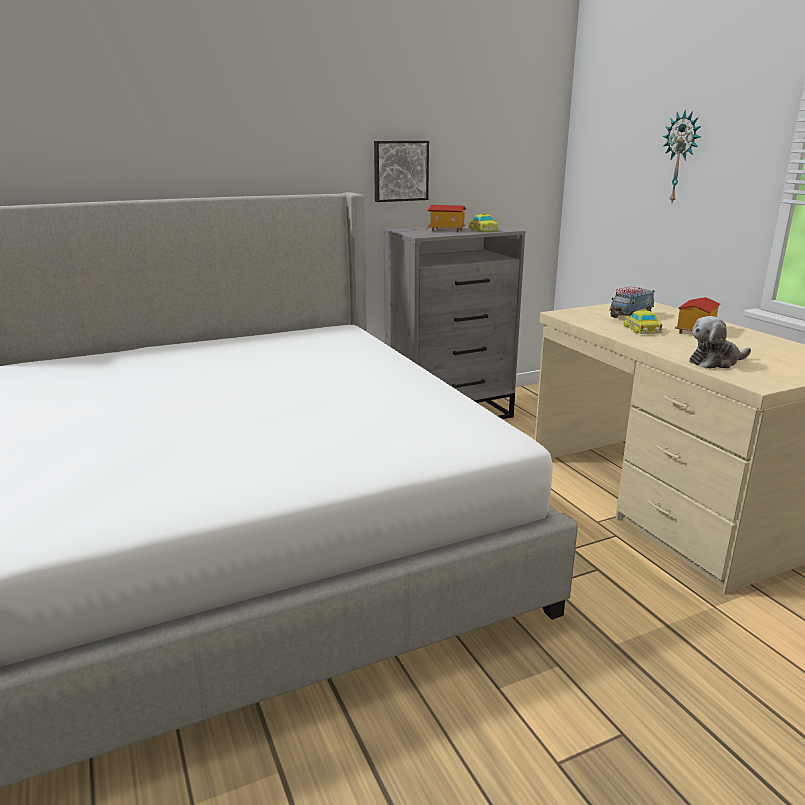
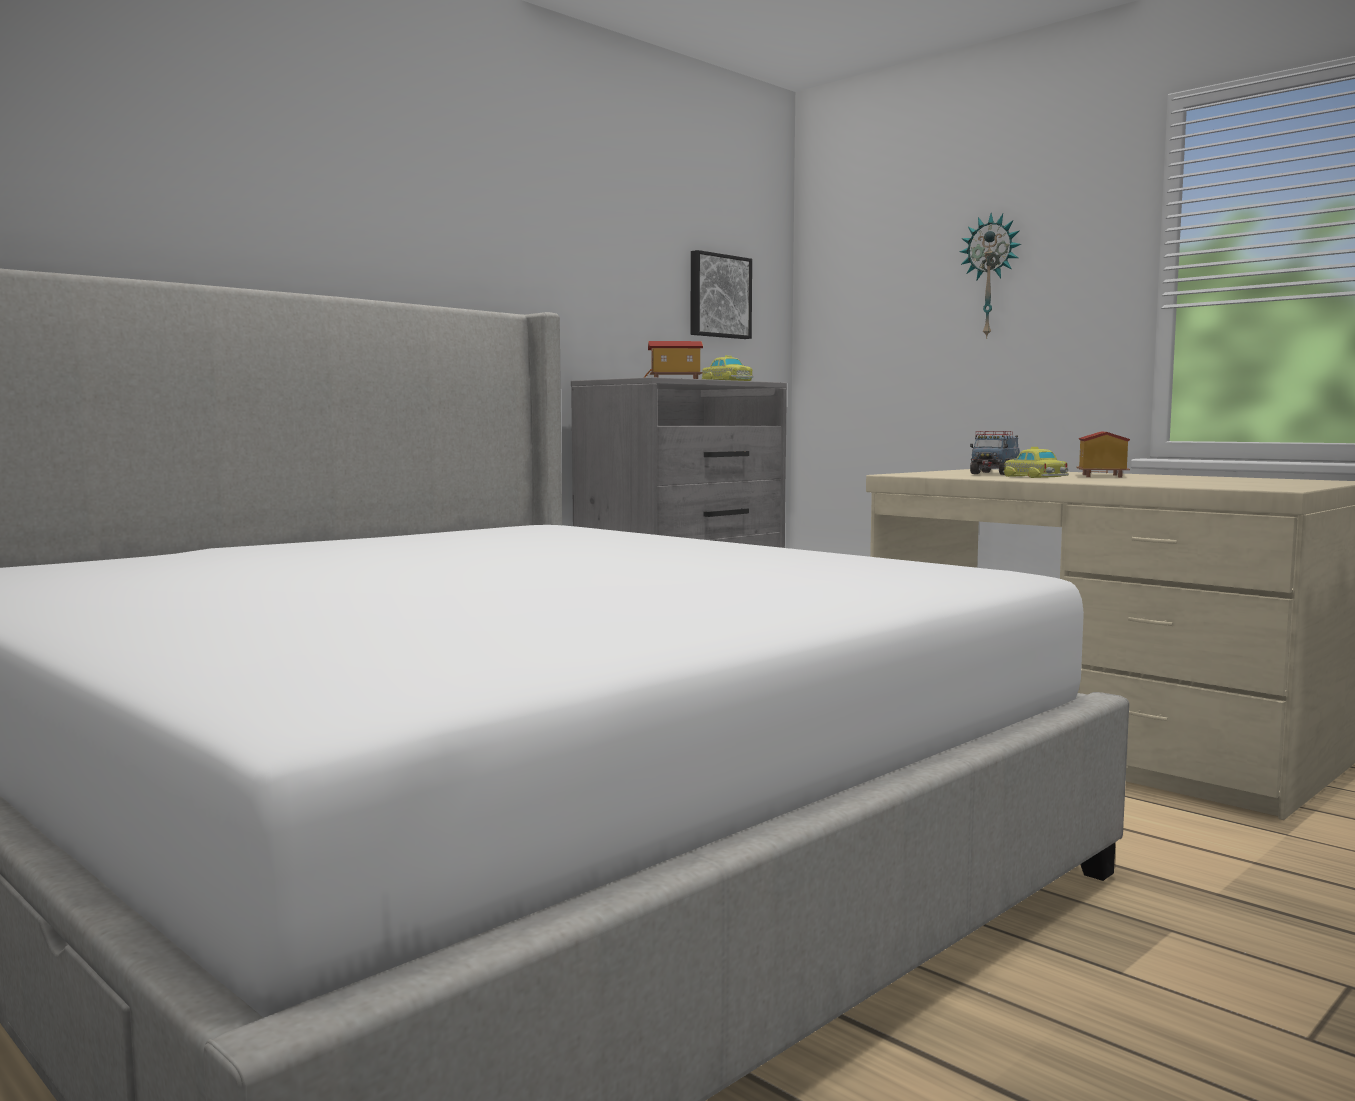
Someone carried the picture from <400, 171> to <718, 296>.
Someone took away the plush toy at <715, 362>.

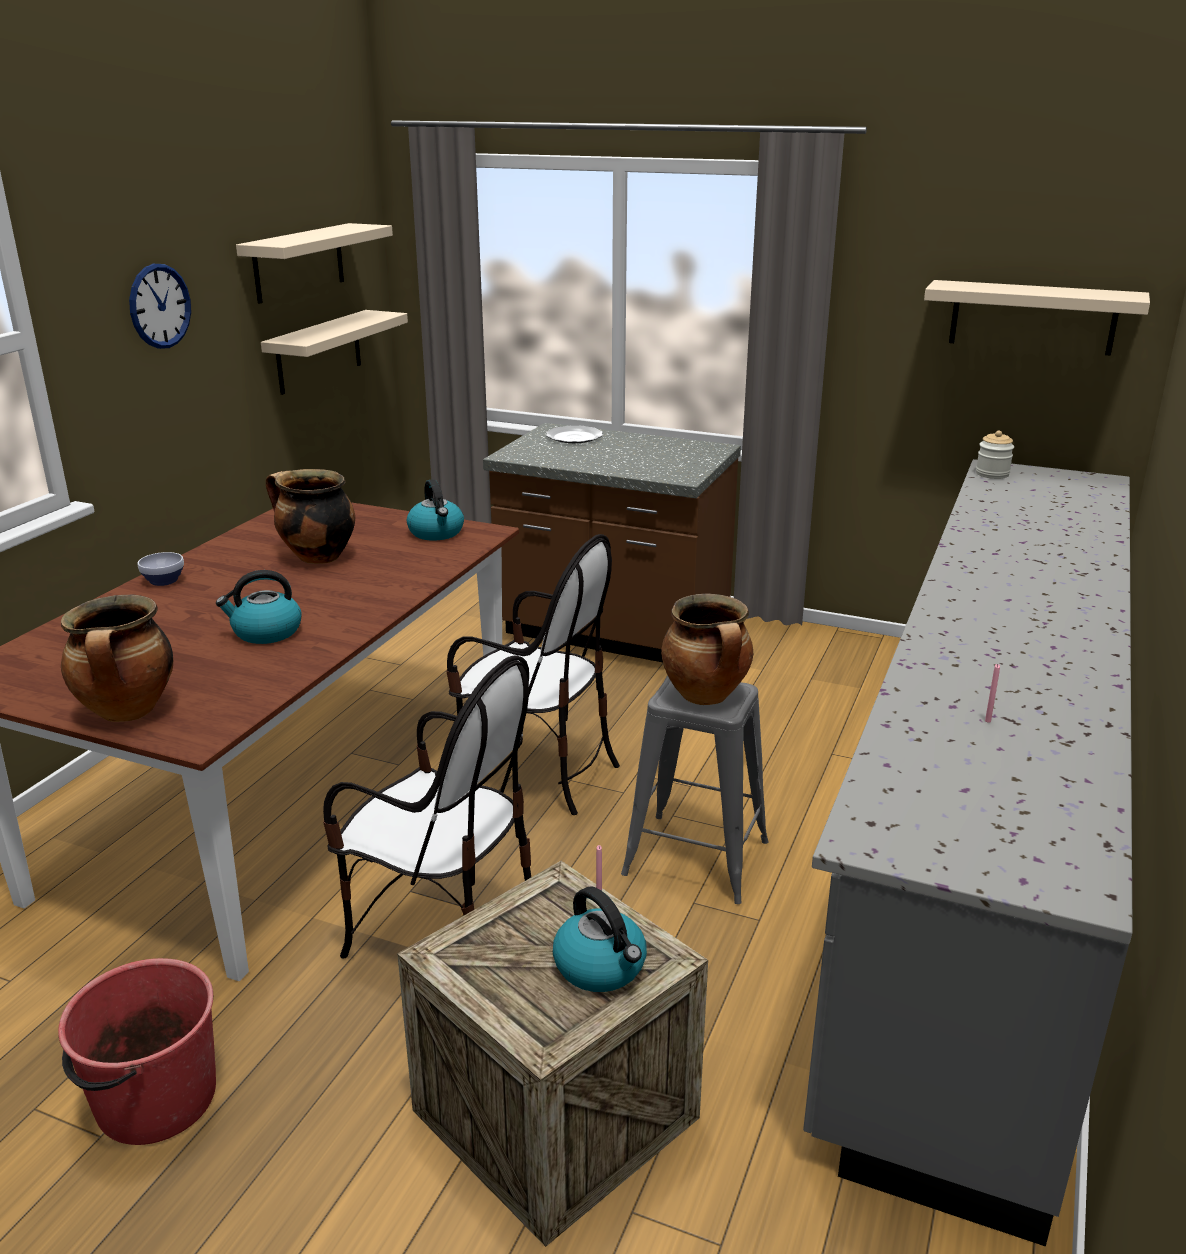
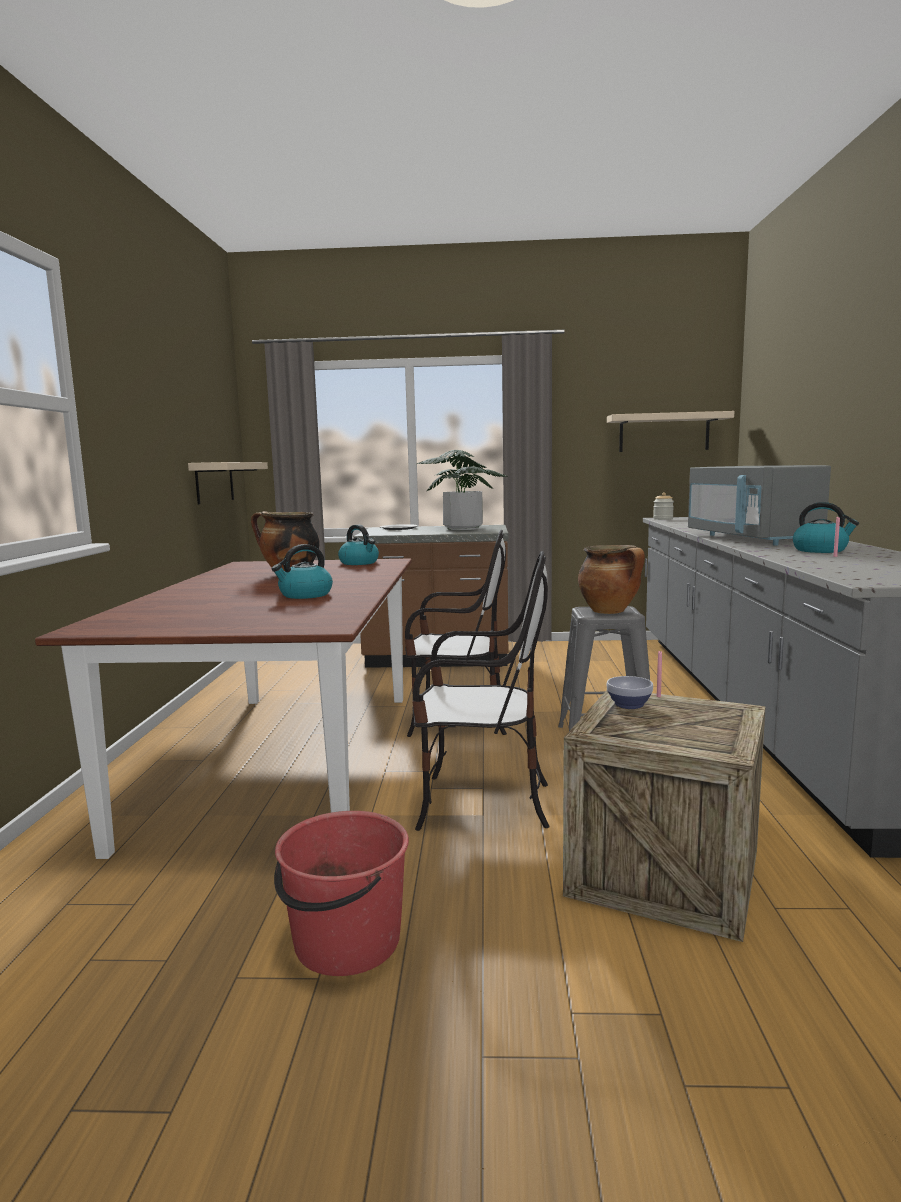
Someone took away the cooking pot at <129, 712>.
Someone took away the wall clock at <159, 306>.
Someone carried the bowl from <165, 581> to <630, 705>.
Someone took away the shelf (beige) at <299, 262>.
Someone carried the kettle from <601, 967> to <821, 550>.
Someone put down the potted plant at <463, 528>.
Someone put down the microwave (grey) at <751, 539>.

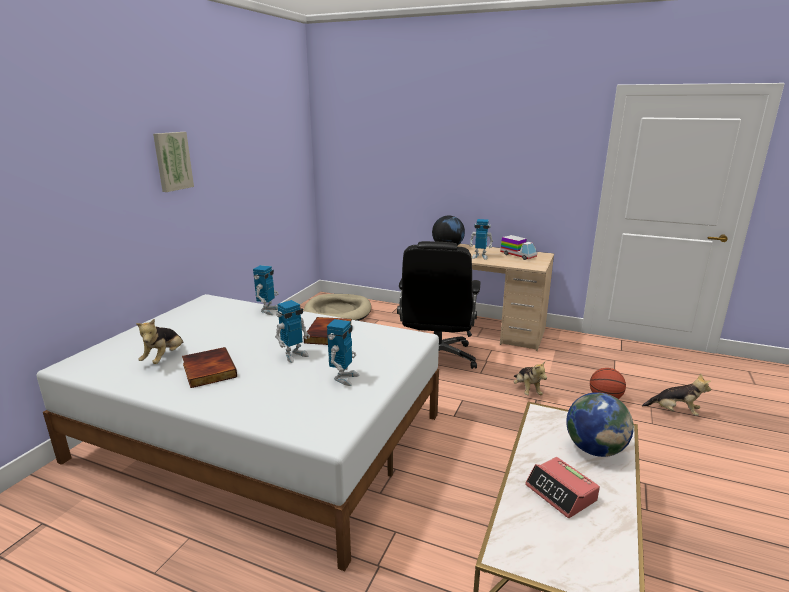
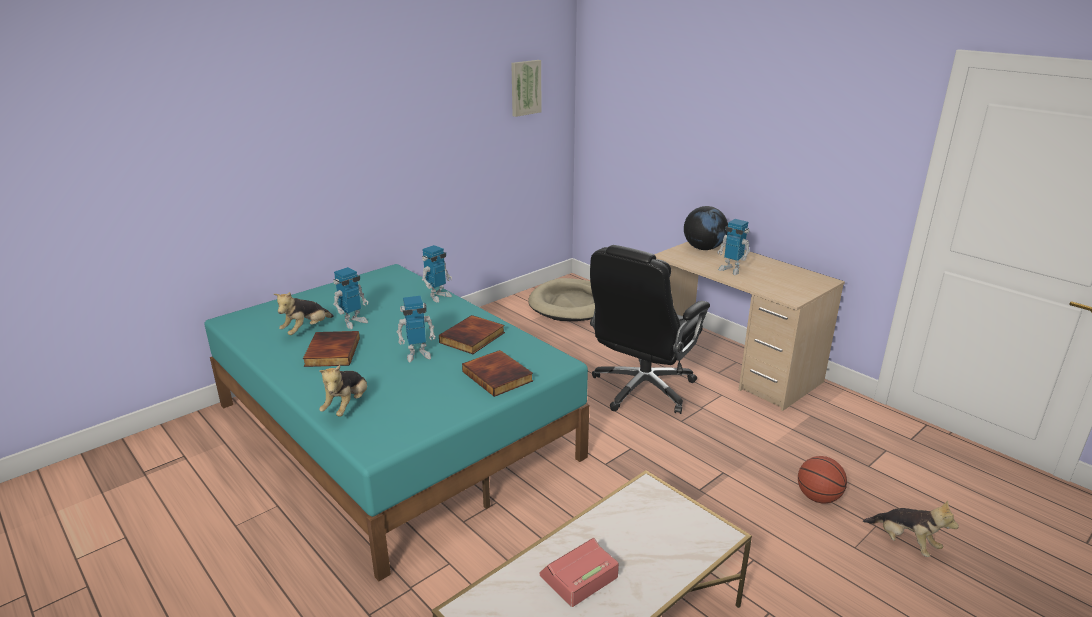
Someone repainted the bed (white) at <261, 436>, which became the bed (turquoise) at <395, 430>.
Someone carried the picture from <172, 161> to <525, 87>.
Someone carried the toy robot from <344, 378> to <353, 322>.
Someone took away the toy truck at <518, 255>.
Someone carried the plush toy from <527, 390> to <347, 406>.
Someone rotated the alarm clock at <561, 493> by 60 degrees clockwise.
Someone took away the globe at <594, 449>.
Someone put down the book at <498, 376>.

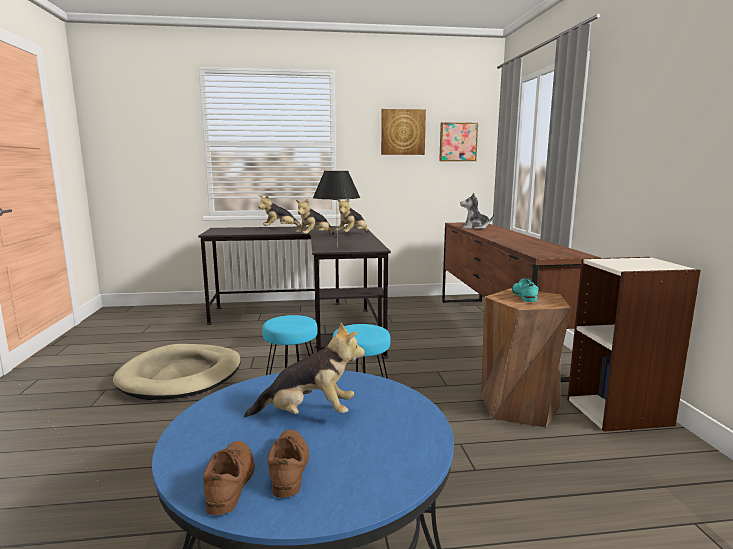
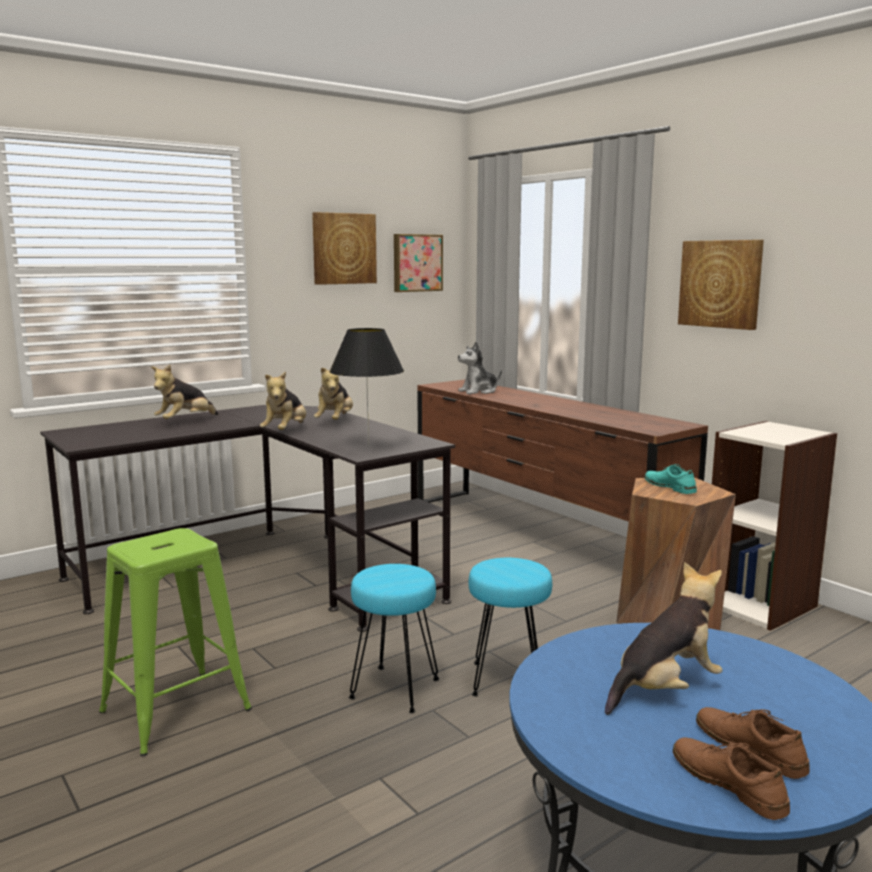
Someone swapped the dog bed (beige) at <181, 376> for the stool (green) at <174, 711>.
Someone put up the picture at <720, 284>.

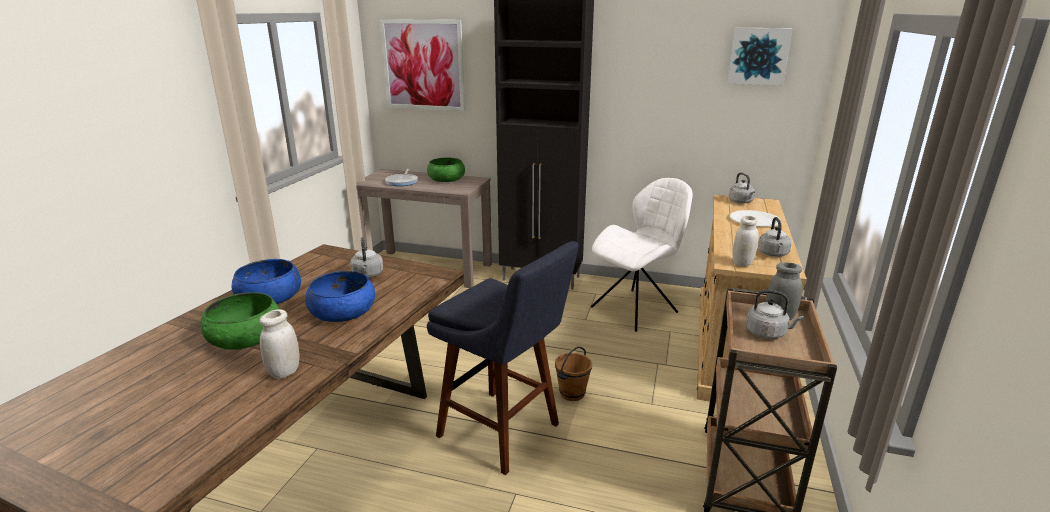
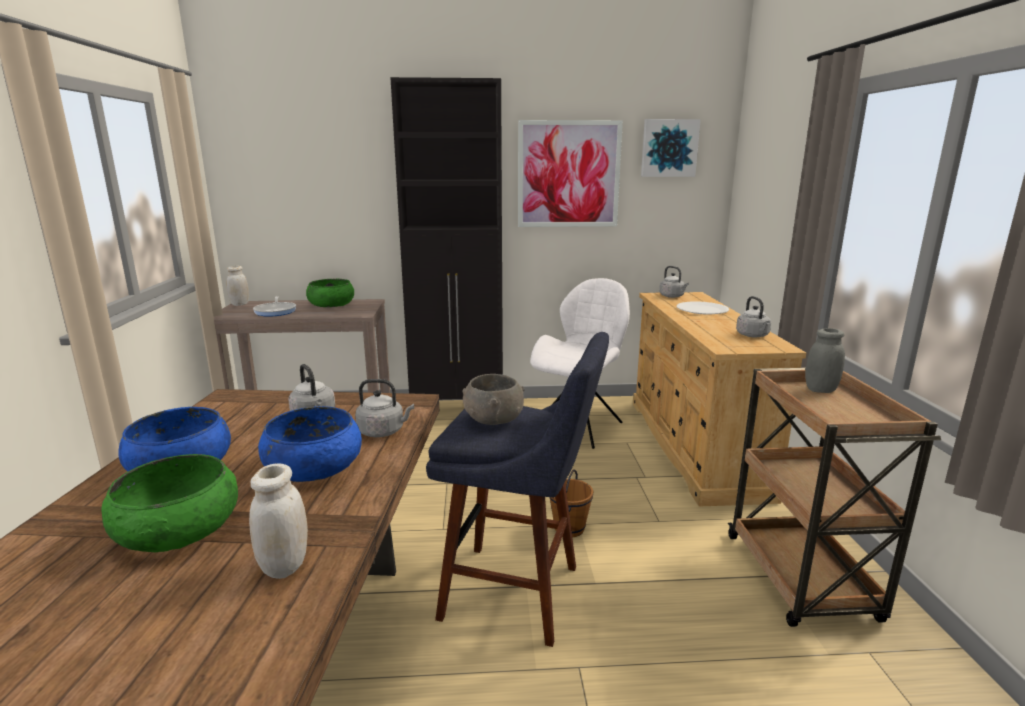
Someone carried the picture from <423, 65> to <568, 174>.
Someone carried the jar (white) from <742, 263> to <240, 304>.
Someone carried the kettle (grey) from <768, 333> to <383, 431>.
Someone put down the bowl (grey) at <493, 419>.

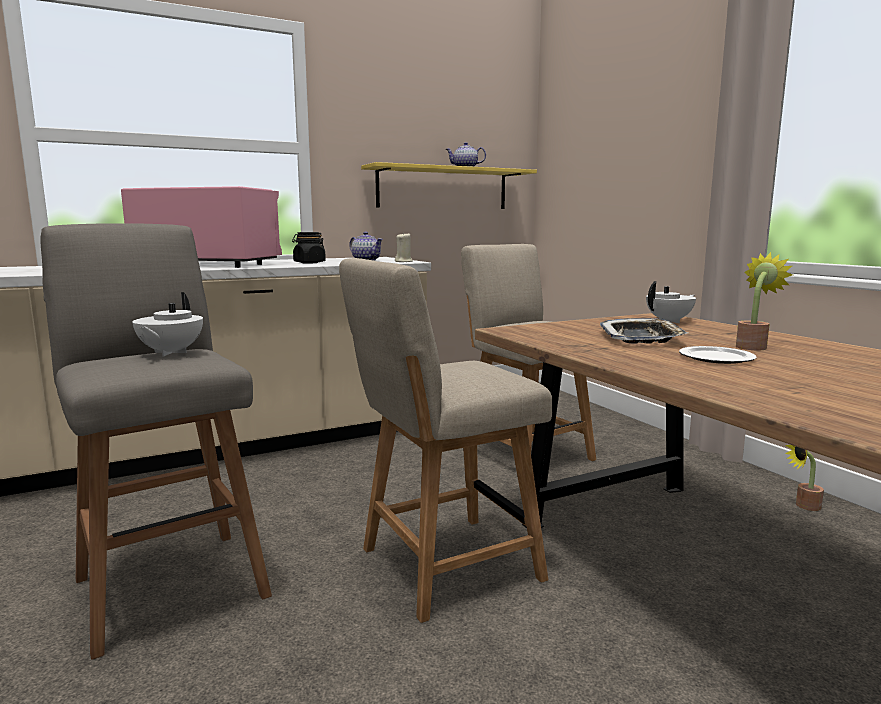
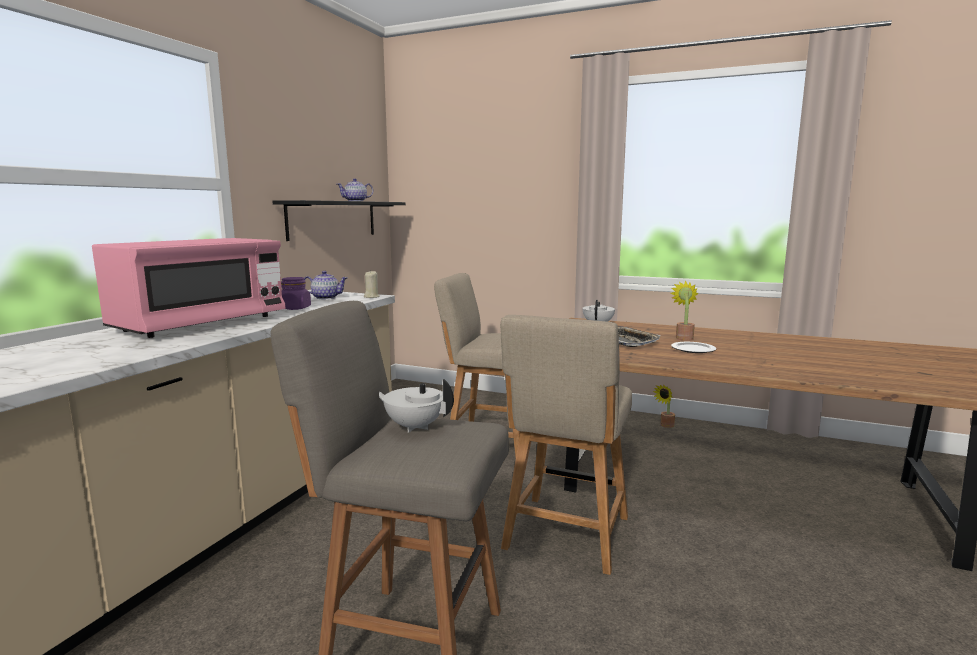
Someone rotated the microwave (pink) at <207, 264> by 150 degrees clockwise.
Someone rotated the teapot (white) at <170, 353> by 150 degrees clockwise.
Someone repainted the jar (black) at <309, 263>, which became the jar (purple) at <295, 308>.
Someone repainted the shelf (yellow) at <443, 188>, which became the shelf (black) at <333, 219>.

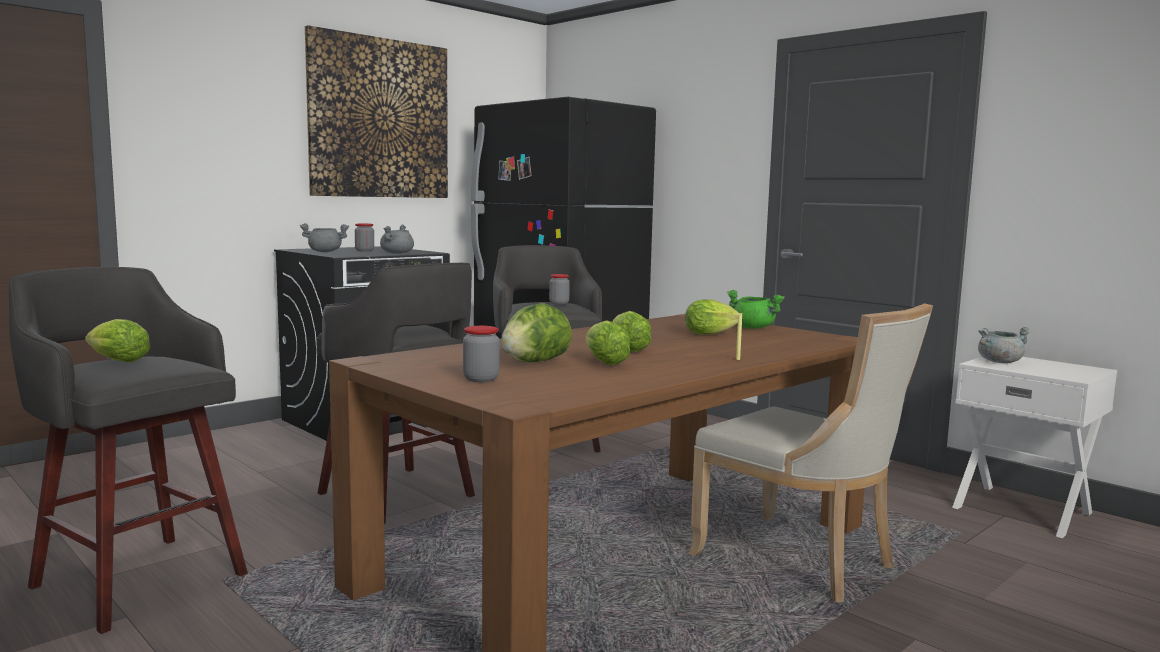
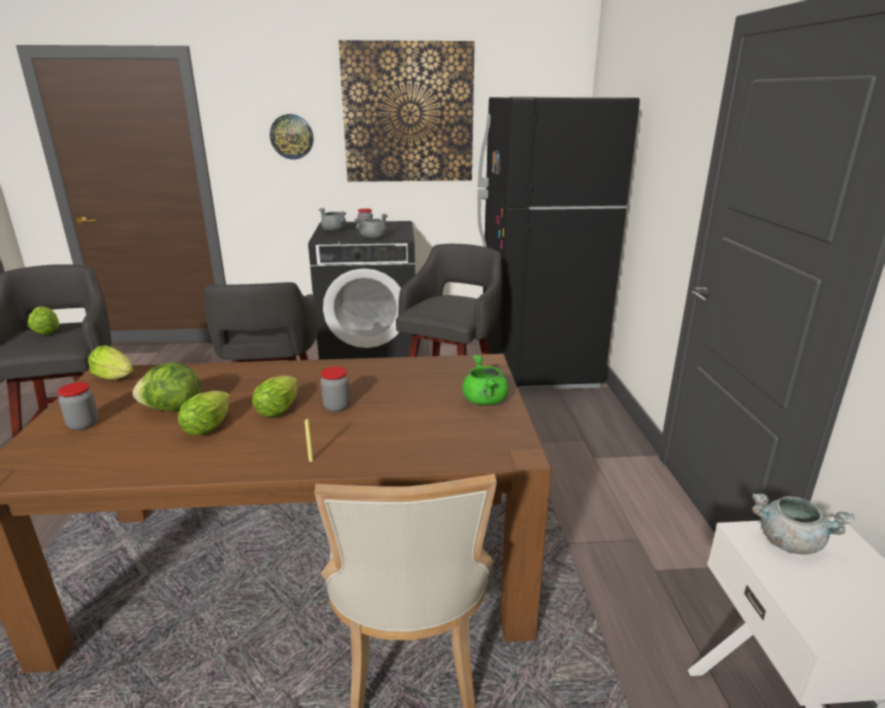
Someone carried the jar from <559, 303> to <336, 407>.
Someone carried the lettuce from <712, 334> to <117, 378>.
Someone put up the wall clock at <292, 136>.

